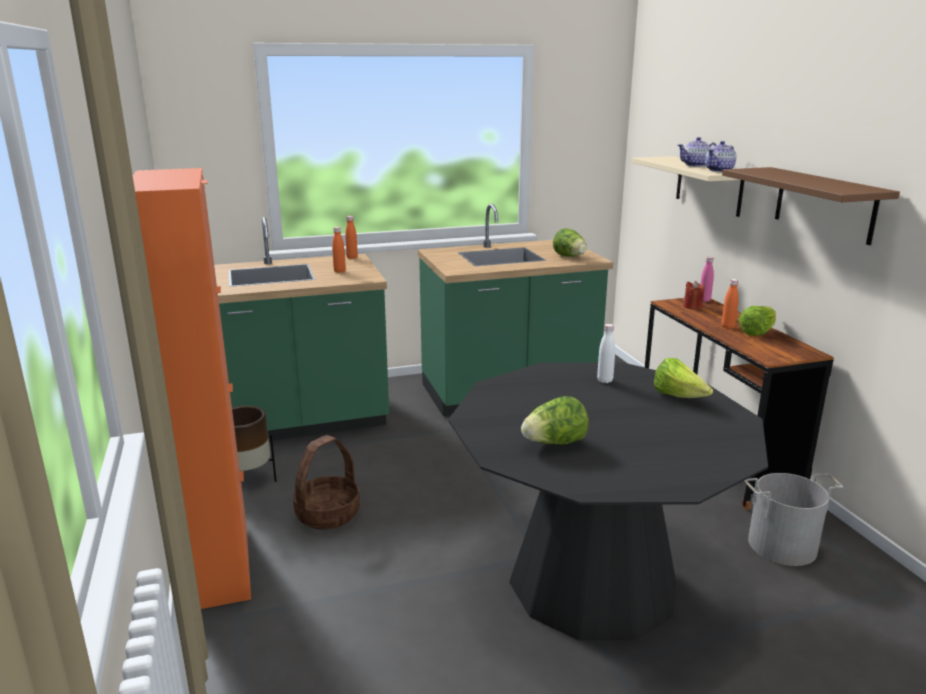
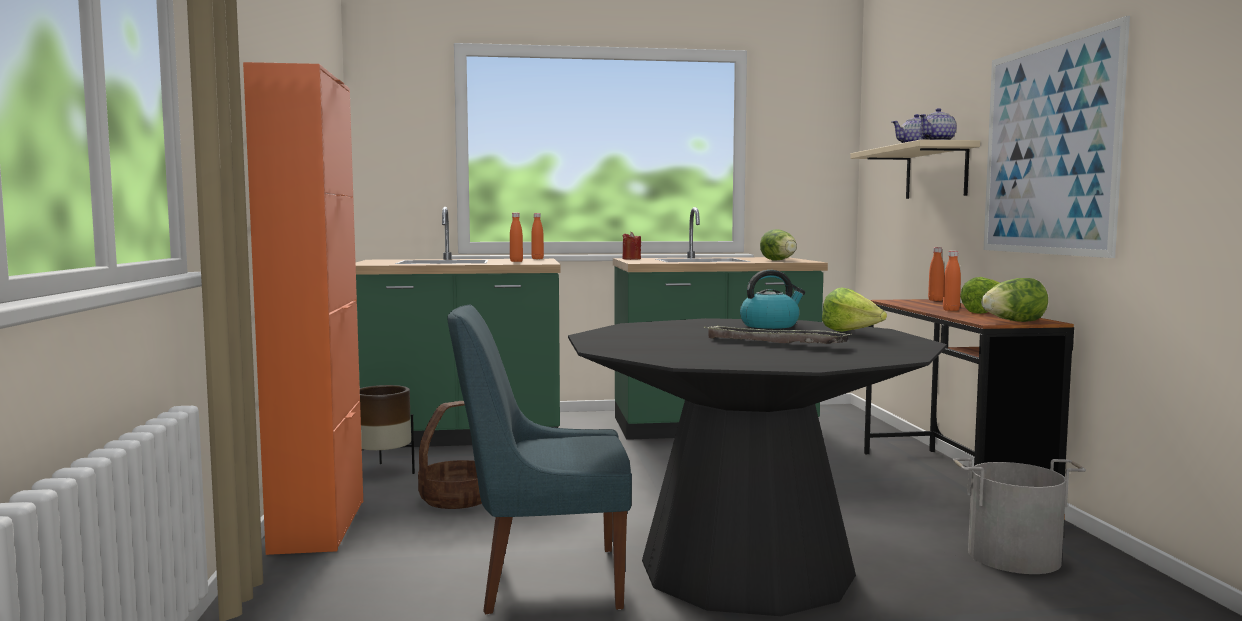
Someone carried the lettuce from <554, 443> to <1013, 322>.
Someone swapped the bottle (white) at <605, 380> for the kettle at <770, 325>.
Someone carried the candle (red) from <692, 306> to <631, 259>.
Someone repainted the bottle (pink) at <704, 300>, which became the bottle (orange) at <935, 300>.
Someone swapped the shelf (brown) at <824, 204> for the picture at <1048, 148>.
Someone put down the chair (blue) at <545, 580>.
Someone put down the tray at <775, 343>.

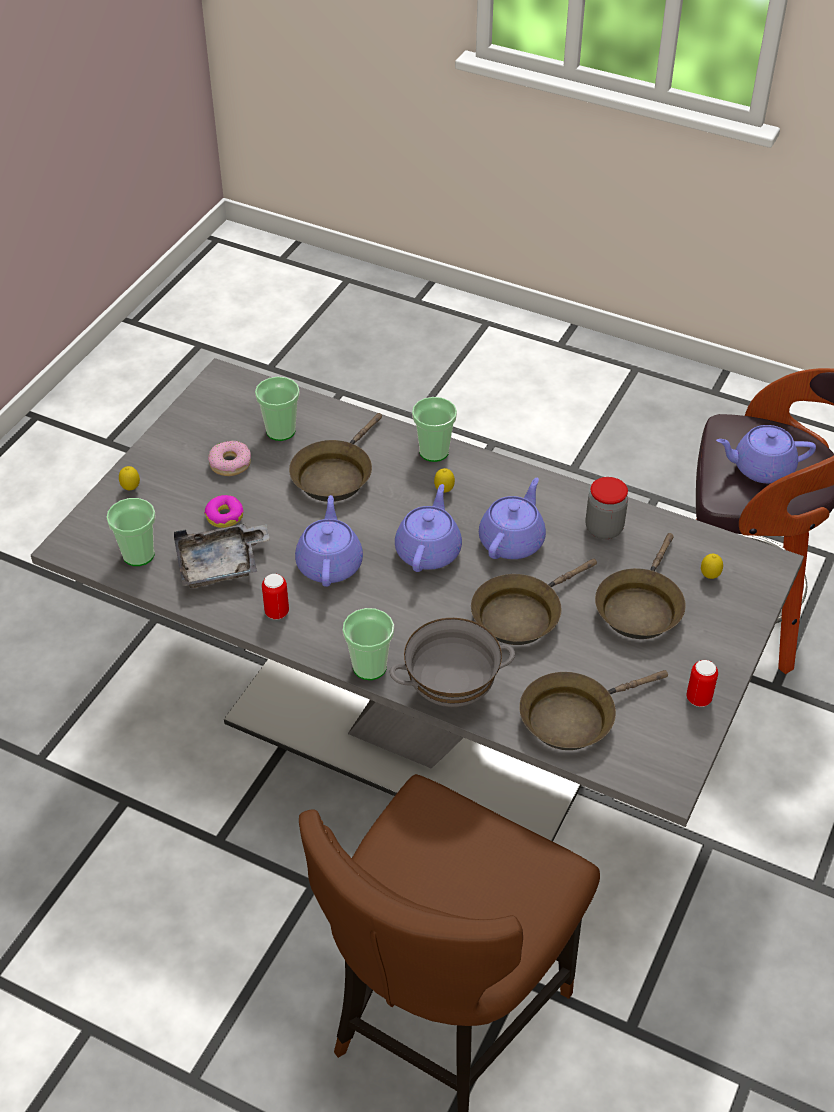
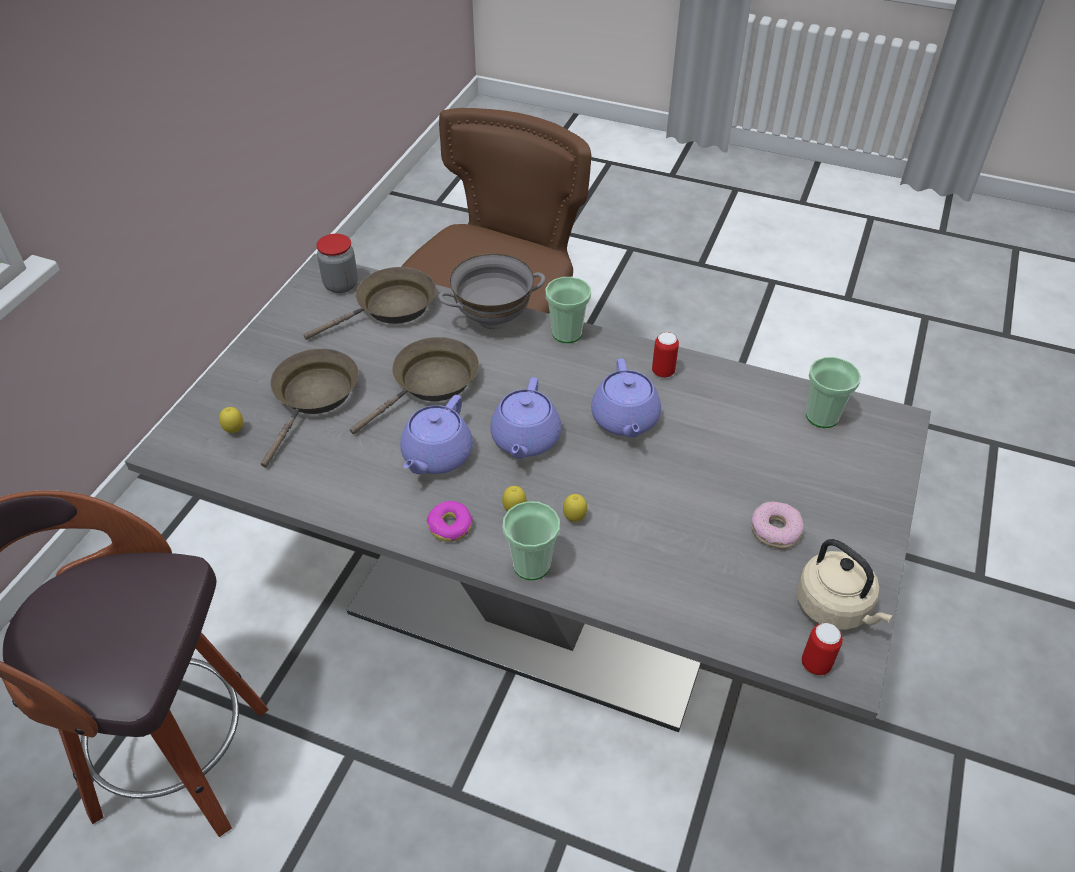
Someone carried the lemon from <131, 489> to <574, 519>.
Someone took away the tray (grey) at <221, 565>.
Someone carried the donut from <224, 516> to <450, 526>.
Someone took away the cup at <280, 431>.
Someone took away the frying pan (brown) at <334, 475>.
Someone carried the jar from <604, 529> to <341, 285>.
Someone carried the can from <698, 698> to <815, 664>.
Someone took away the teapot (purple) at <761, 468>.
Someone put down the kettle (beige) at <835, 608>.

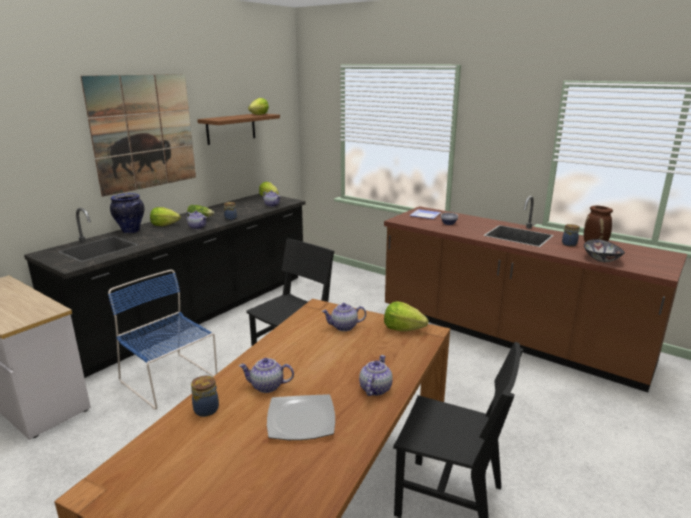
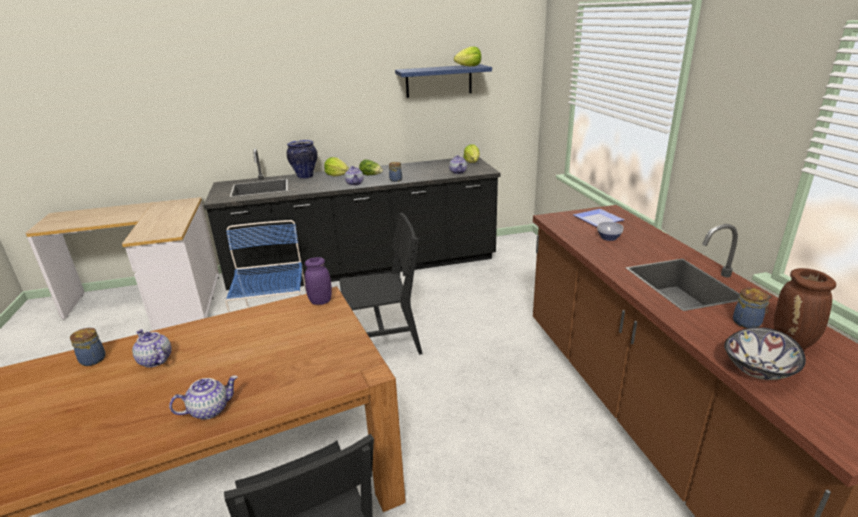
Someone took away the picture at <144, 132>.
Someone repainted the shelf (brown) at <231, 128>, which became the shelf (blue) at <439, 81>.
Someone took away the plate at <302, 419>.
Someone took away the teapot at <344, 327>.
Someone took away the lettuce at <403, 328>.
Someone put down the jar (purple) at <320, 301>.

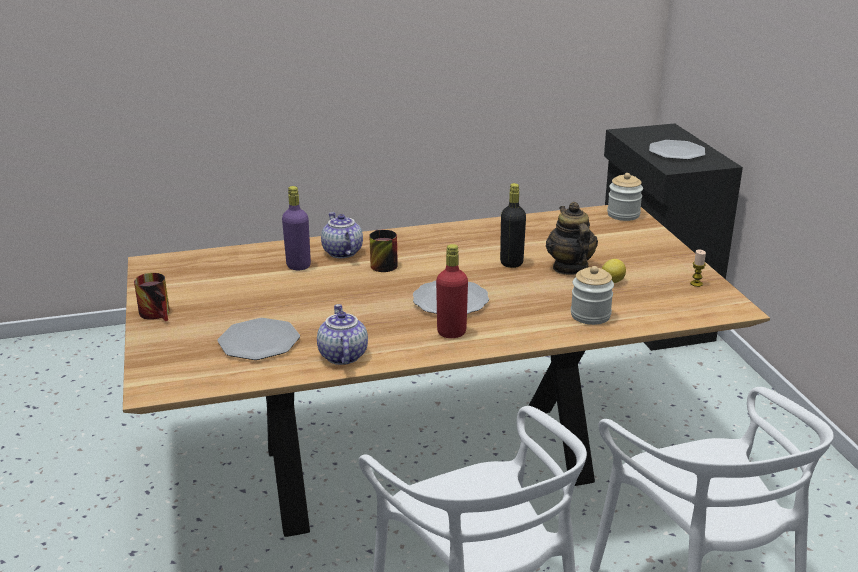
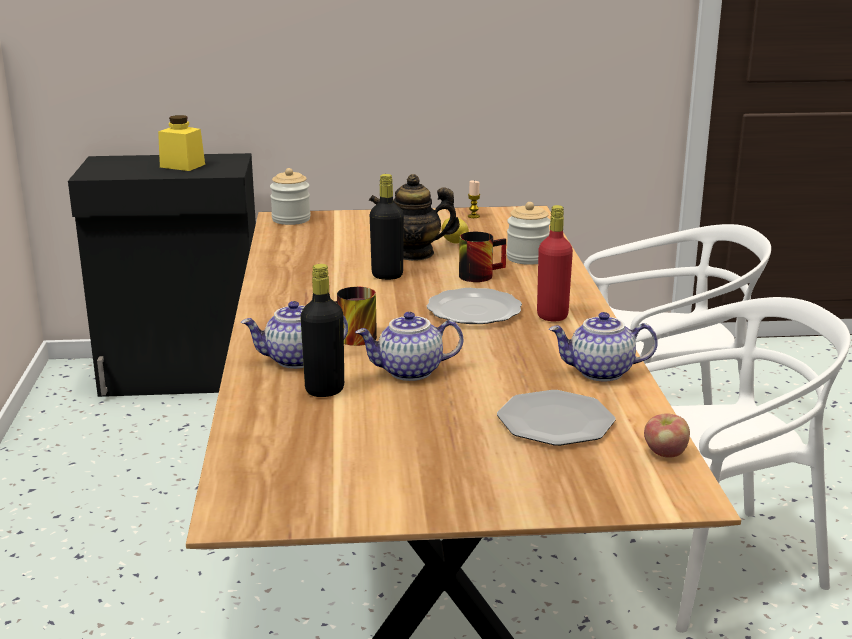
Someone carried the mug from <159, 313> to <479, 274>.
Someone repainted the bottle (purple) at <298, 266>, which became the bottle (black) at <324, 390>.
Someone swapped the plate at <676, 152> for the jar (yellow) at <182, 166>.
Someone put down the teapot at <409, 372>.
Someone put down the apple at <665, 453>.

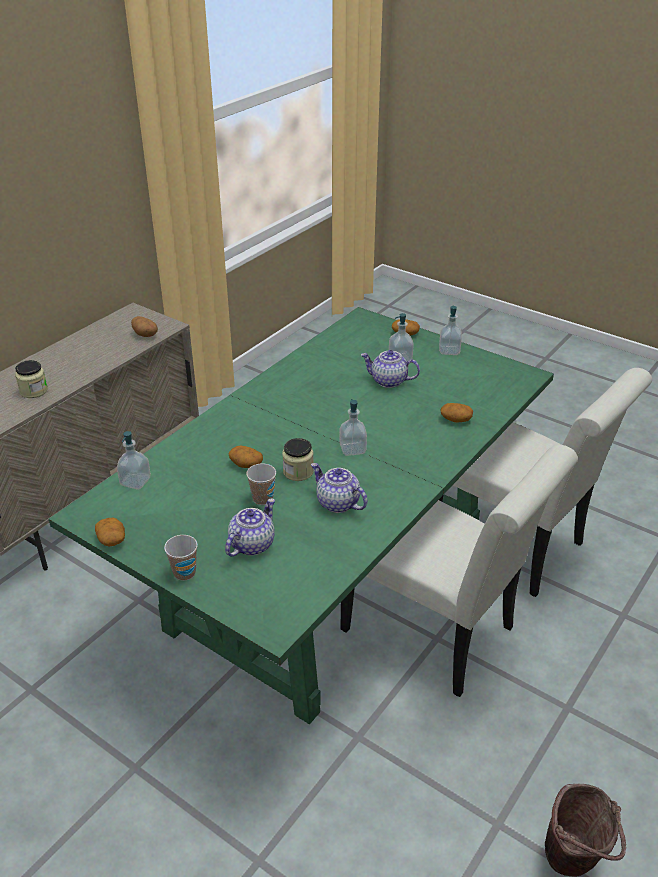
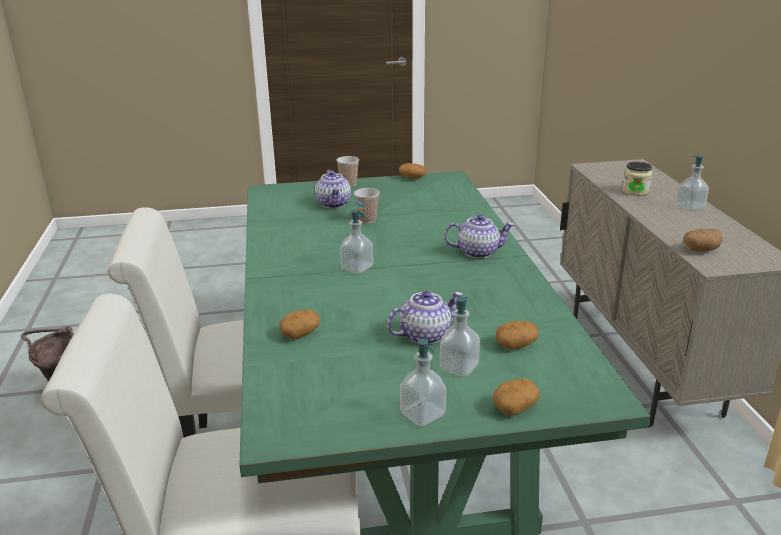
Someone carried the soap dispenser from <135, 482> to <690, 207>.
Someone carried the potato from <245, 464> to <516, 344>.
Someone took away the jar at <298, 472>.
Someone carried the teapot from <337, 503> to <478, 252>.

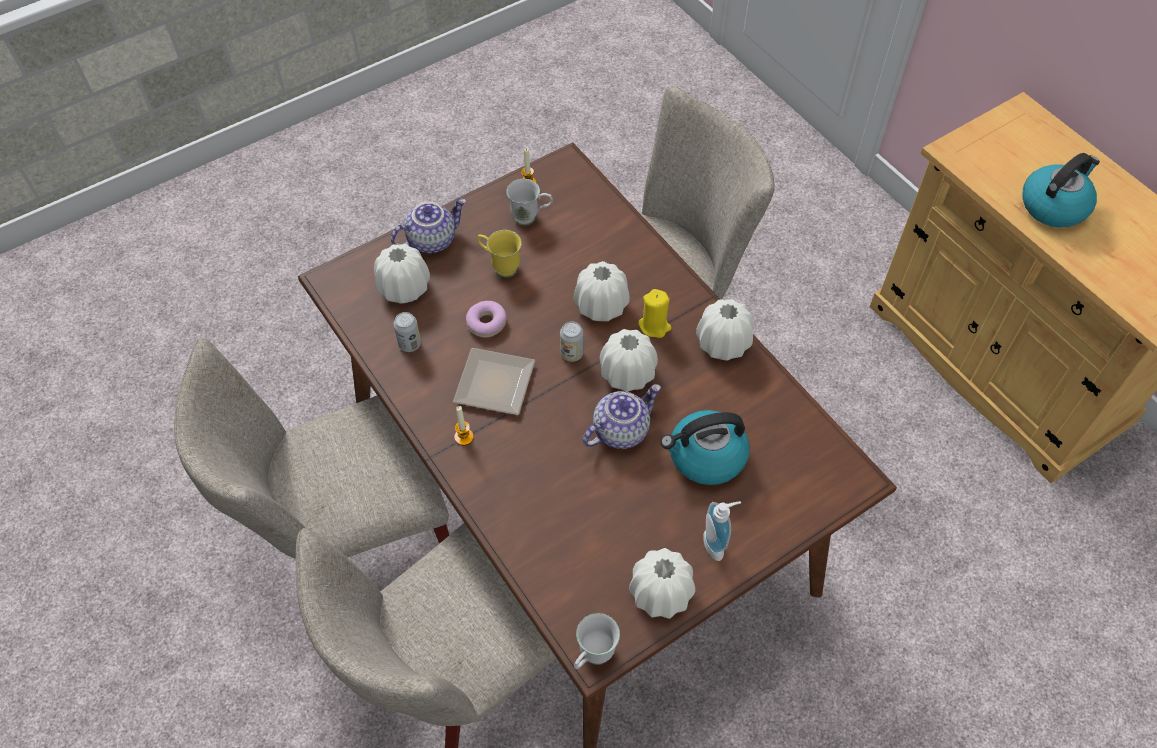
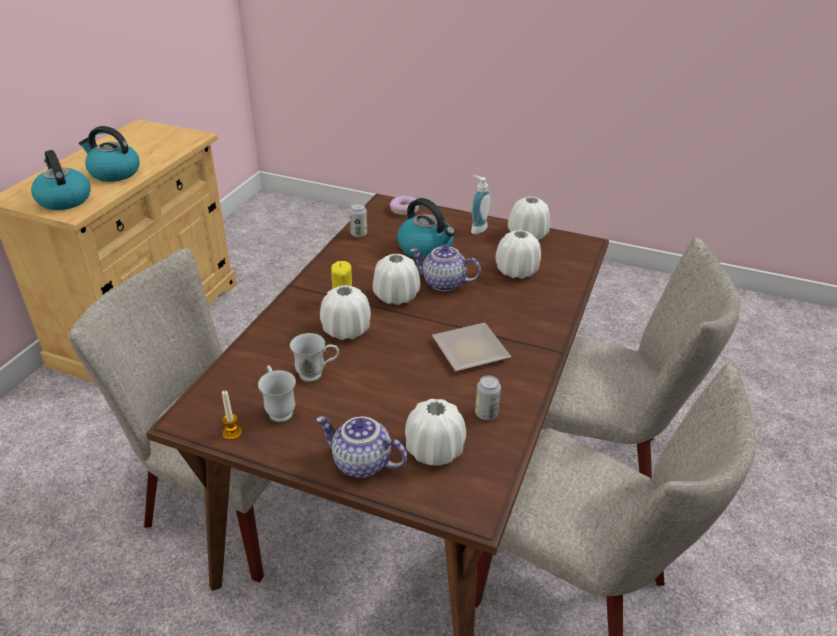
Someone took away the candle at <464, 437>.
Someone carried the donut from <486, 323> to <404, 210>.
Someone took away the mug (yellow) at <500, 266>.
Someone carried the can from <571, 353> to <358, 234>.
Someone carried the mug (white) from <592, 657> to <317, 375>.
Someone carried the vase (white) from <722, 343> to <516, 271>.
Someone put down the kettle at <64, 199>.

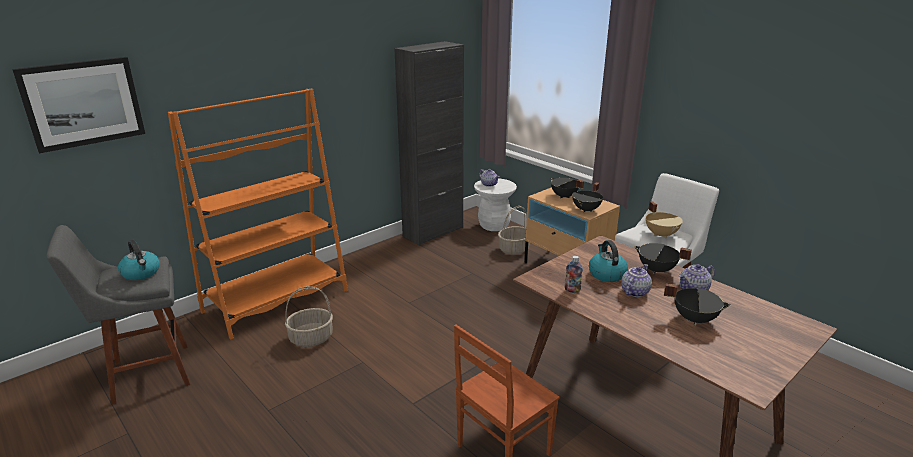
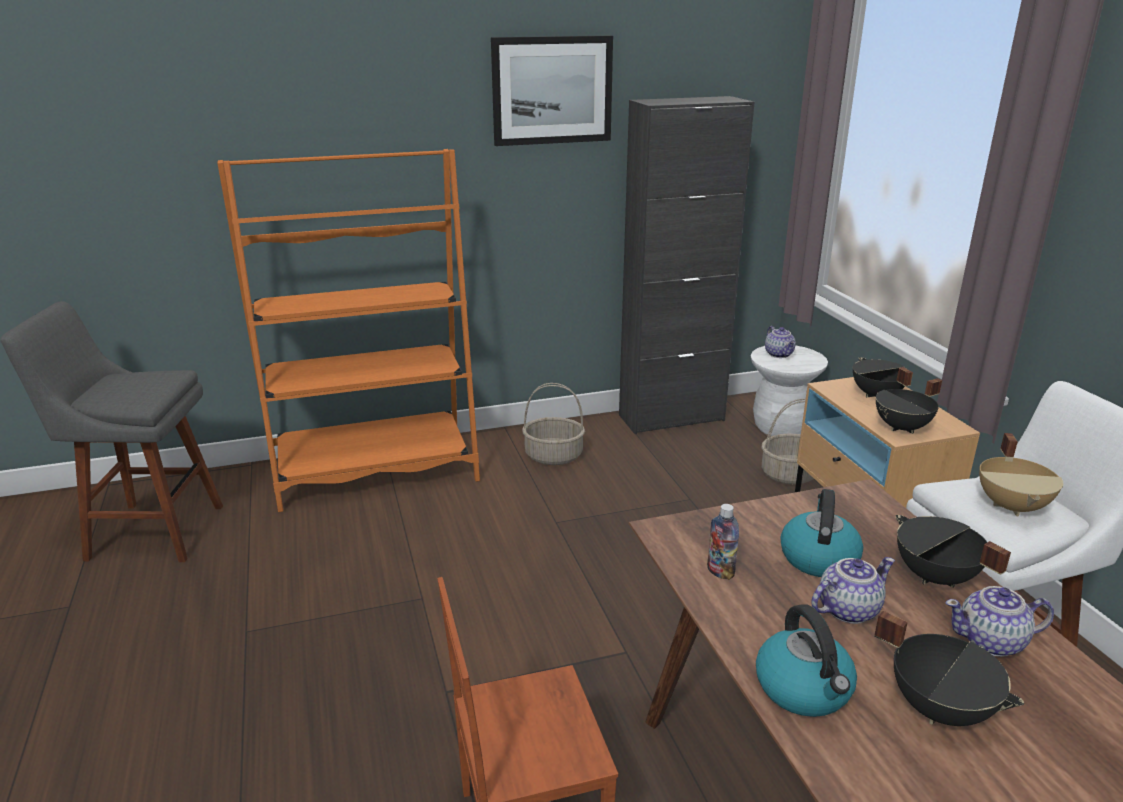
Someone carried the picture from <83, 103> to <552, 90>.
Someone carried the kettle from <141, 273> to <804, 689>.
Someone carried the basket from <311, 338> to <554, 456>.

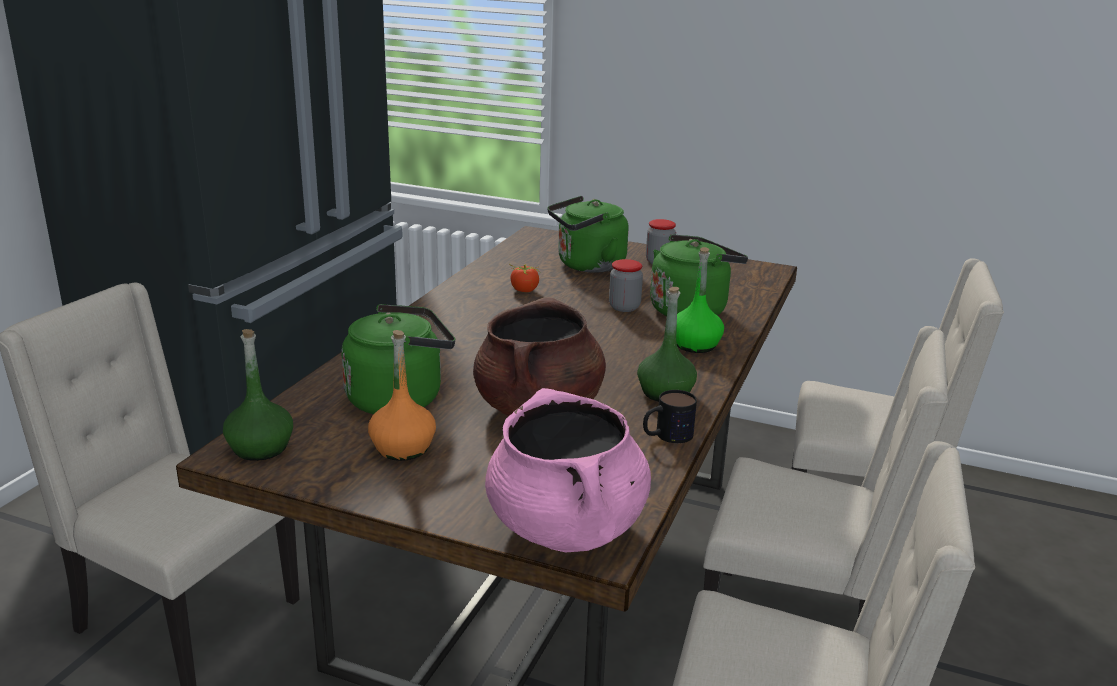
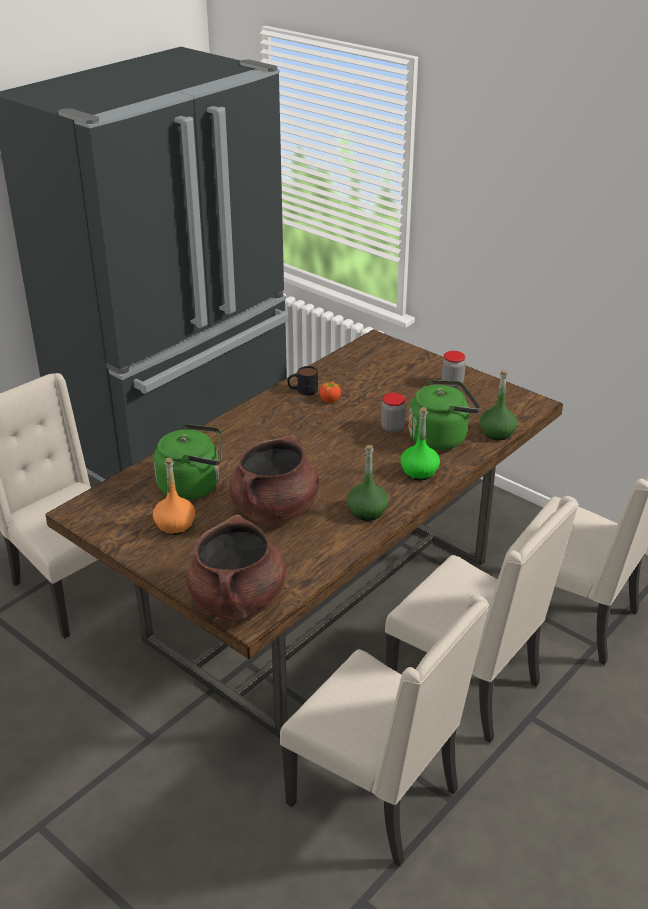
Someone carried the bottle (green) from <261, 448> to <497, 433>.
Someone repainted the cooking pot (pink) at <566, 527>, which became the cooking pot (brown) at <238, 601>.
Someone took away the kettle (green) at <587, 266>.
Someone carried the mug from <666, 436> to <302, 390>.

